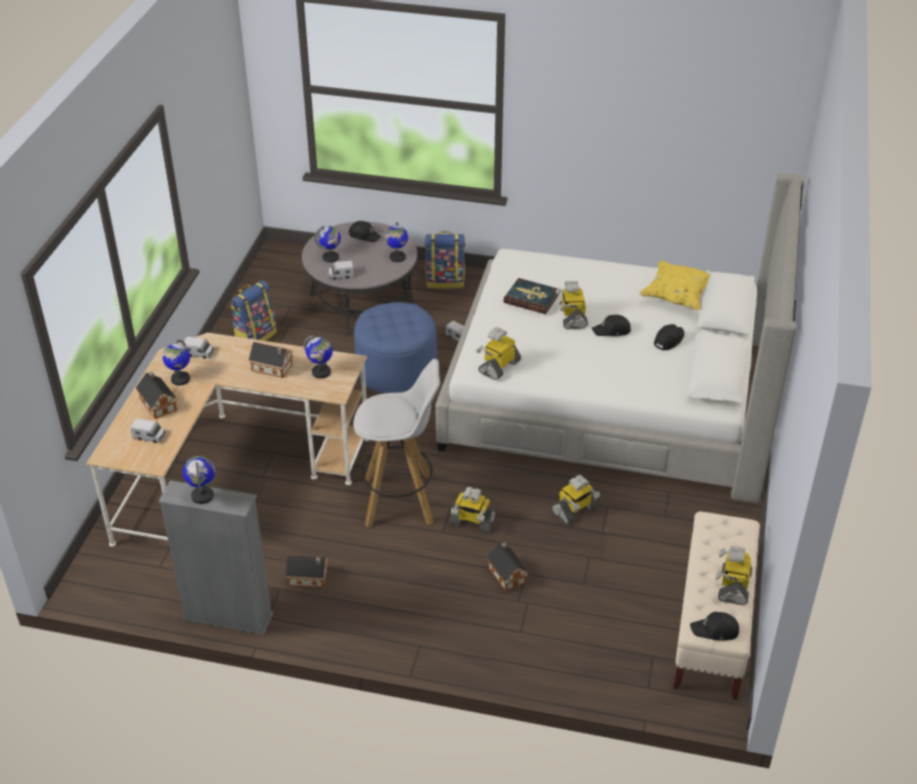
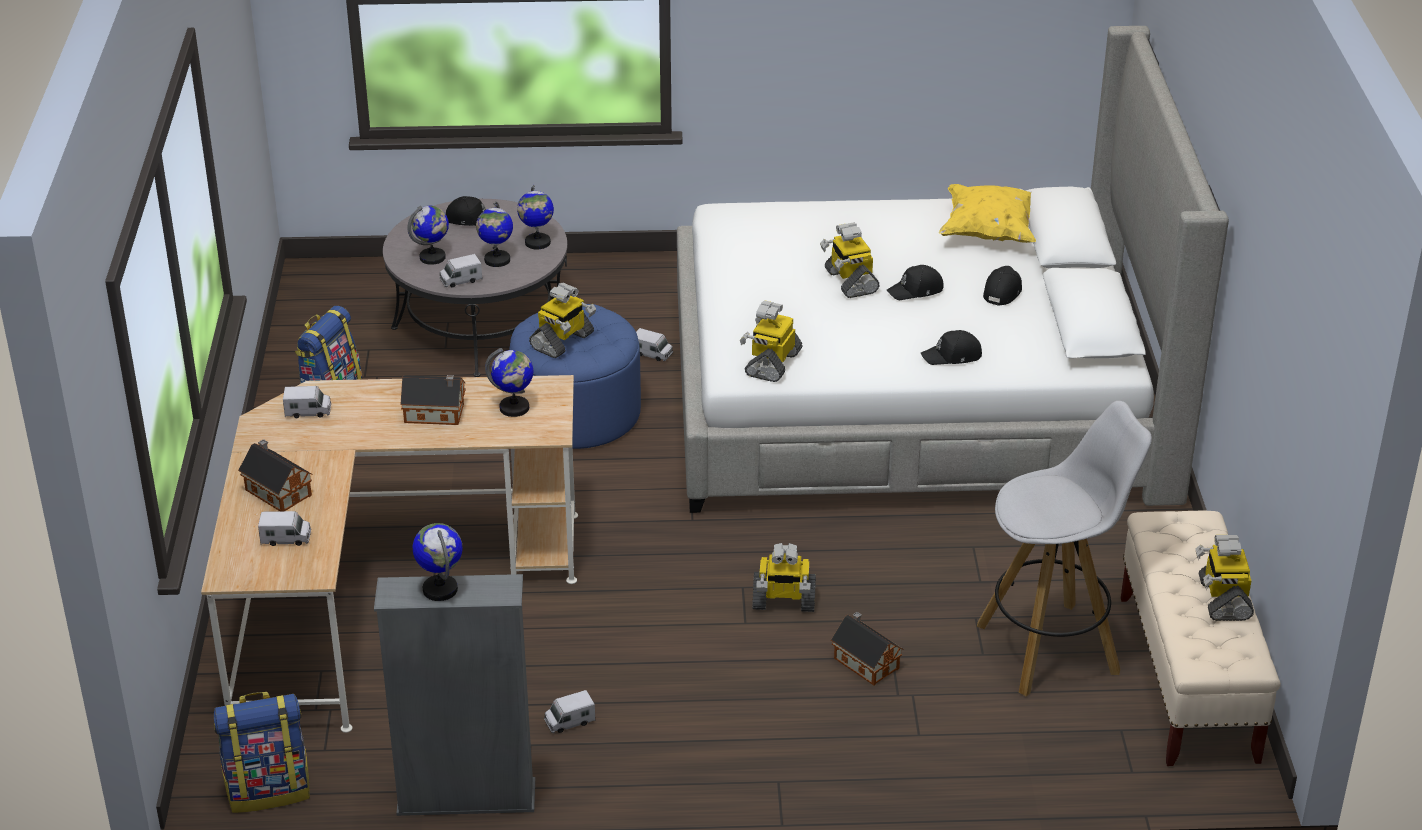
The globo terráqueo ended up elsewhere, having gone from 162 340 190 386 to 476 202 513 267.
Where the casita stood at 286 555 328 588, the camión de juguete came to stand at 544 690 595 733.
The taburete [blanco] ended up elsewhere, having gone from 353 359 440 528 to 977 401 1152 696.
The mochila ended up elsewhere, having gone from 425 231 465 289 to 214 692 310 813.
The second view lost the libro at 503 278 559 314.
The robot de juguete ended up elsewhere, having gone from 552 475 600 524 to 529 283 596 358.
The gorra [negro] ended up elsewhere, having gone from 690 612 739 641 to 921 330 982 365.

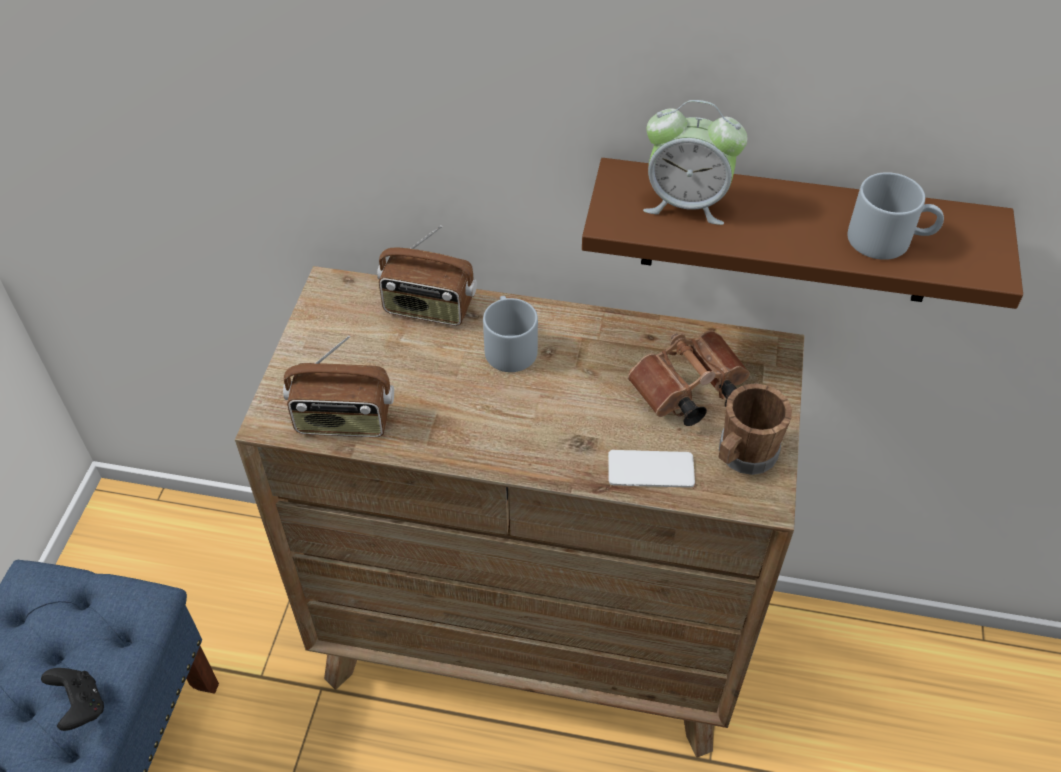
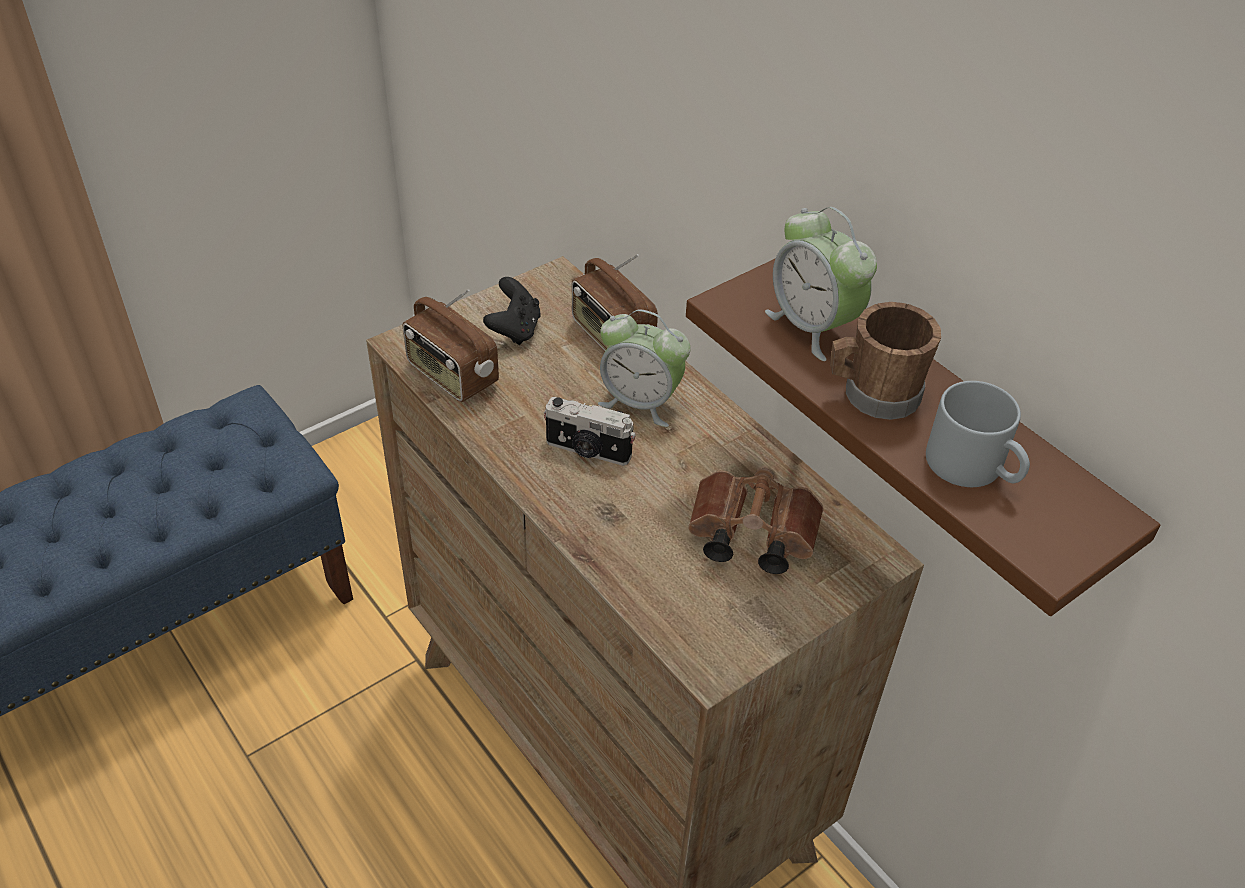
The mando de consola [negro] ended up elsewhere, having gone from 41 668 104 731 to 483 277 541 345.
Where the taza grande [gris] stood at 483 296 538 372, the despertador came to stand at 598 309 690 427.
The second view lost the móvil at 608 450 695 488.
The taza grande [marrón] ended up elsewhere, having gone from 718 383 792 475 to 830 302 941 420.
The second view gained the cámara at 544 397 636 466.

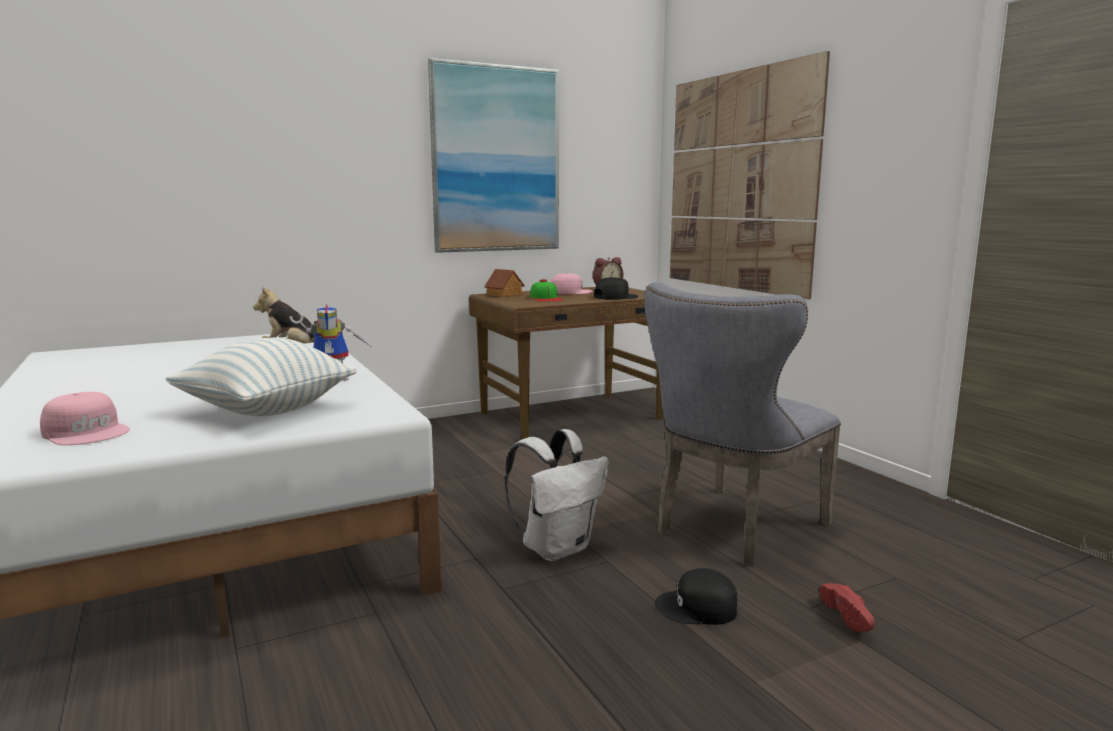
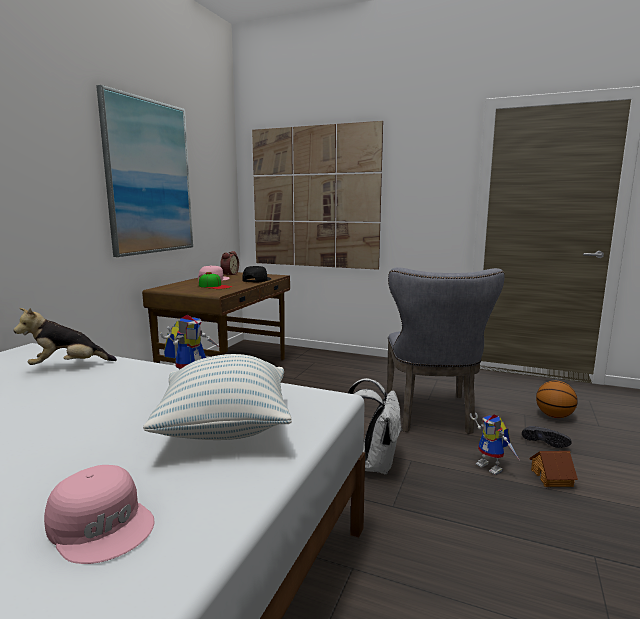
The gorra [rosa] at 40 392 130 445 ended up facing another way, 45 degrees clockwise from before.
The casita ended up elsewhere, having gone from 484 269 525 297 to 529 451 578 487.
Where the gorra [negro] stood at 655 568 737 625, the robot de juguete came to stand at 470 413 520 475.
What was the zapato [rojo] at 819 583 875 632 turned into the zapato [negro] at 522 426 572 448.
The second view gained the balón de baloncesto at 536 381 578 418.

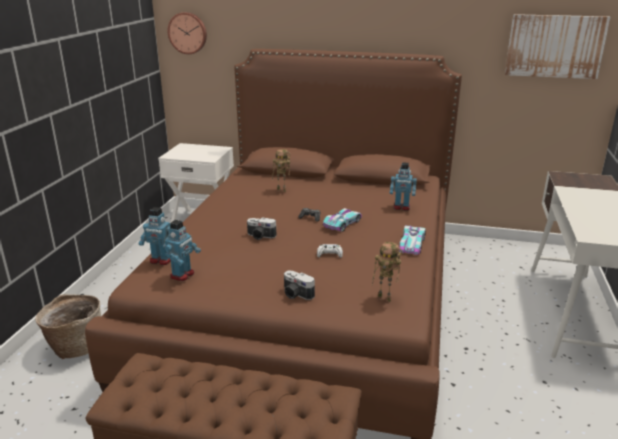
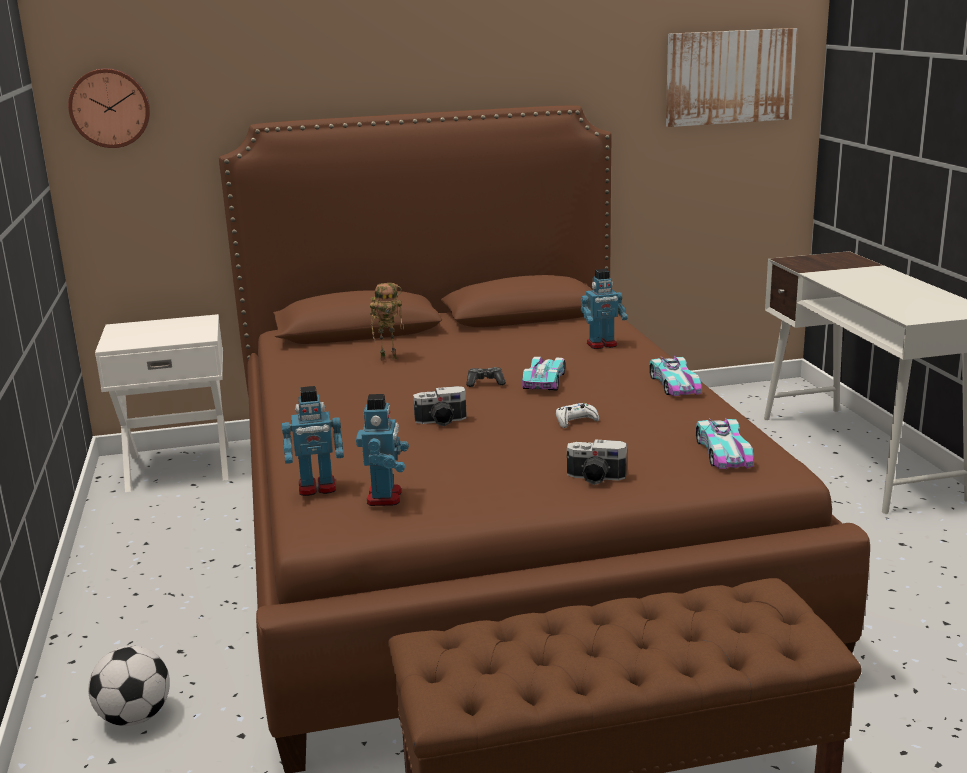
Where the cesta stood at 36 294 101 359, the balón de fútbol came to stand at 88 646 170 726.
Where the robot de juguete stood at 372 242 402 302, the coche de juguete came to stand at 696 417 754 469.

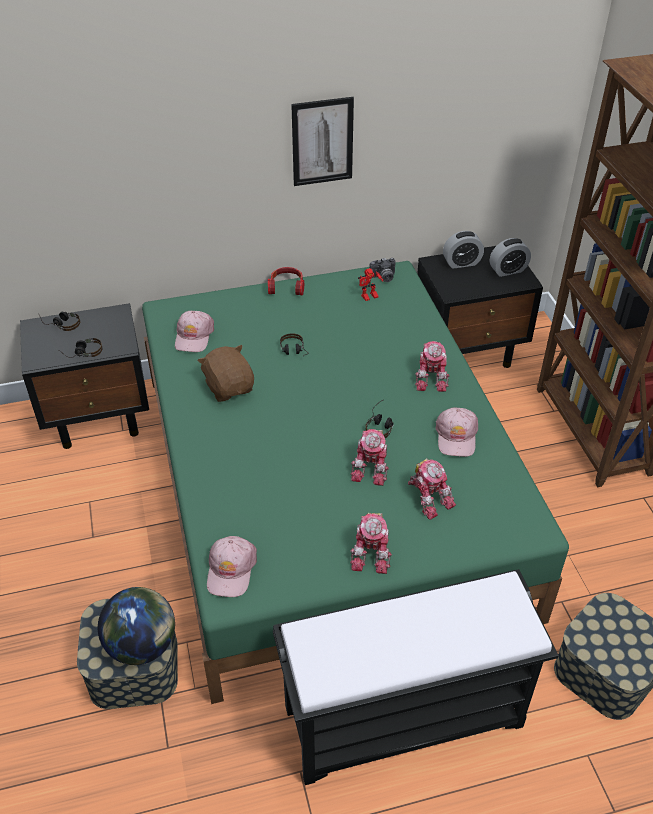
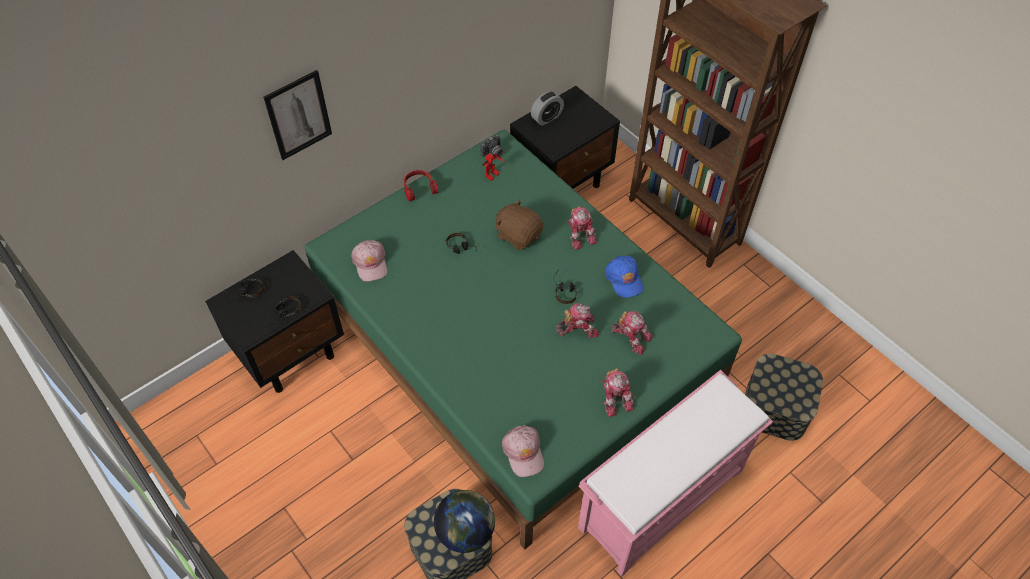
The peluche [marrón] ended up elsewhere, having gone from 198 345 254 402 to 496 199 543 250.
What was the banco [negro] at 273 569 559 785 turned into the banco [rosa] at 578 370 773 577.
The cuadro ended up elsewhere, having gone from 291 97 354 186 to 263 70 332 160.
The robot de juguete at 350 429 389 486 ended up facing another way, 90 degrees counterclockwise from before.
What was the gorra [rosa] at 435 407 478 457 turned into the gorra [azul] at 605 256 643 298.
The second view lost the despertador at 490 238 531 277.

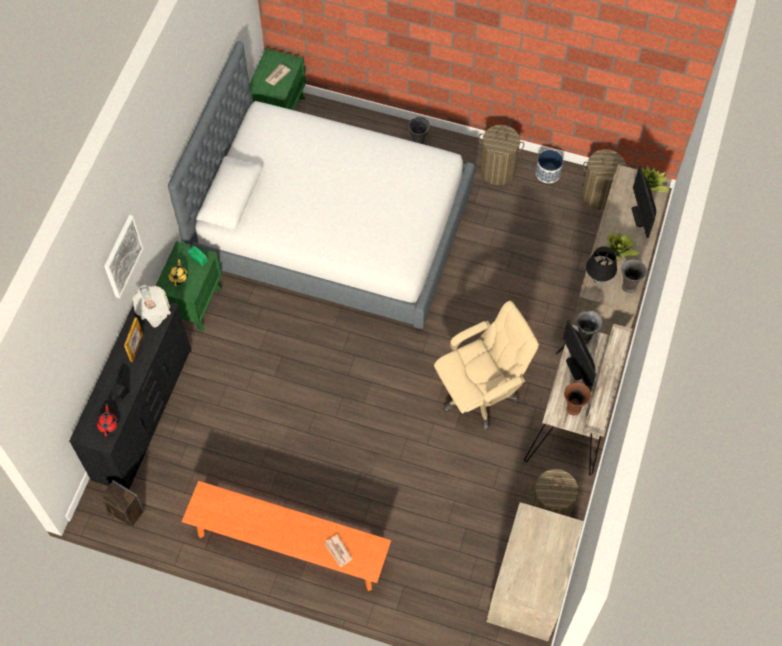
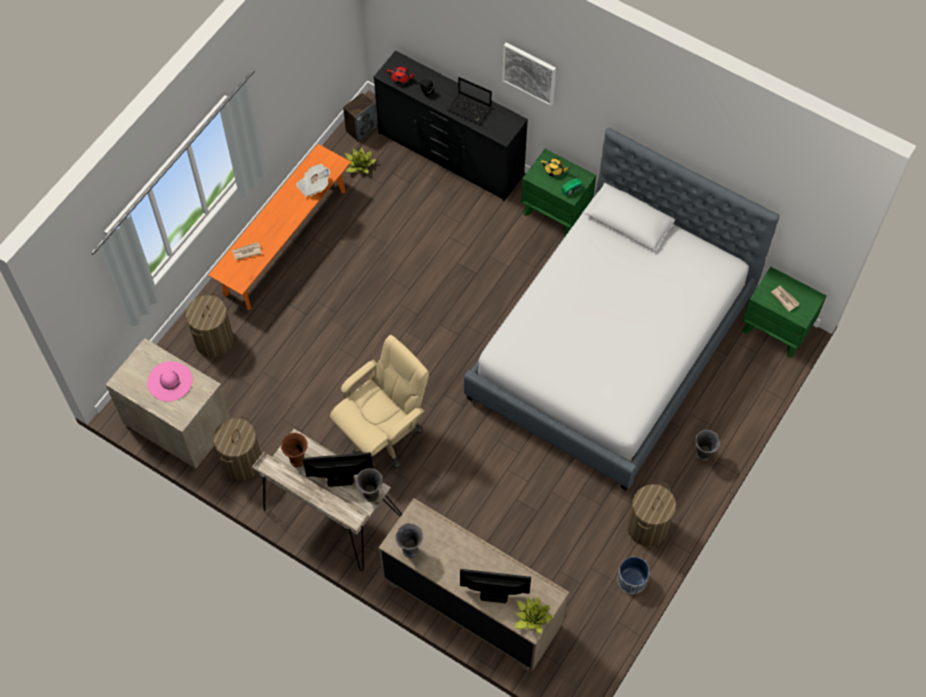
Where the portarretratos stood at 124 317 143 362, the portátil came to stand at 447 77 492 125.
The periódico ended up elsewhere, having gone from 133 285 171 327 to 296 164 331 198.
The silla de oficina [beis] at 434 300 539 430 ended up facing another way, 120 degrees counterclockwise from before.
The cesto de la ropa ended up elsewhere, having gone from 581 149 630 210 to 186 293 234 357.
The second view lost the lámpara de mesa [negro] at 586 246 617 284.
The planta en maceta ended up elsewhere, having gone from 606 231 640 261 to 345 147 377 173.
The second view gained the sombrero [rosa] at 147 361 192 402.

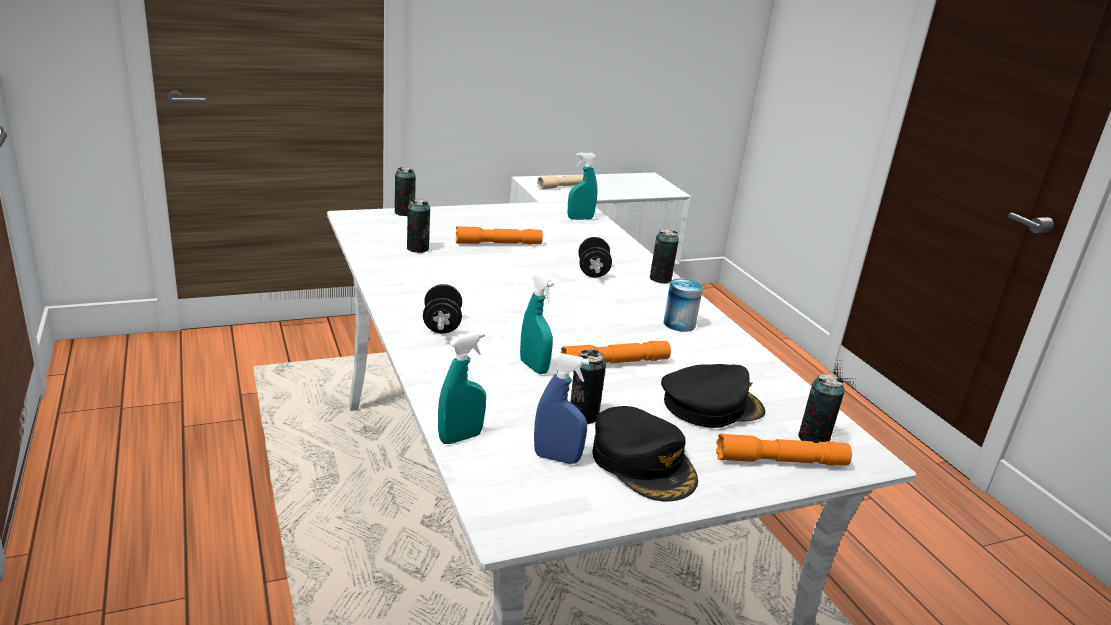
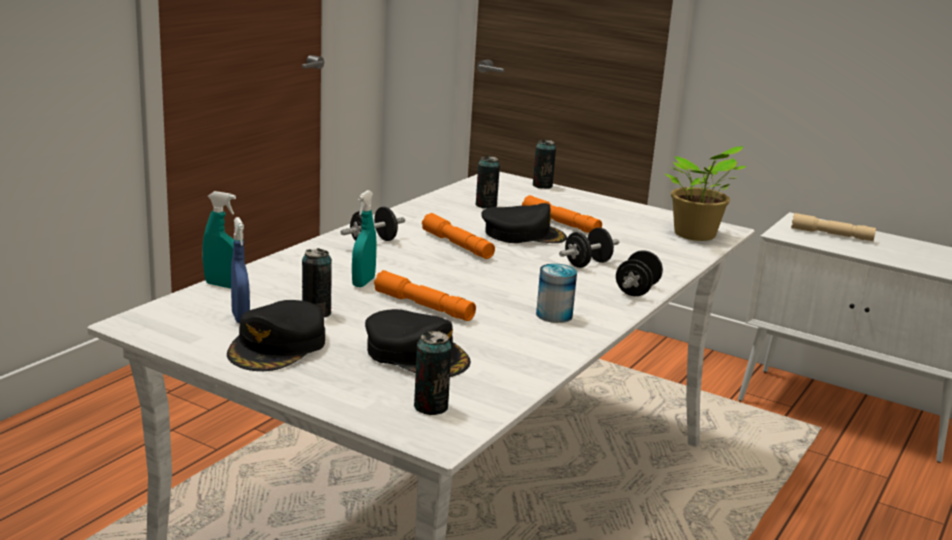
Where the pulverizador [turquesa] stood at 568 153 598 220, the planta en maceta came to stand at 665 146 747 241.
Where the lata stood at 650 229 679 283, the mancuerna [negro] came to stand at 616 250 663 296.
The linterna [naranja] ended up elsewhere, having gone from 716 434 852 466 to 422 213 495 259.
The second view gained the gorra [negro] at 481 203 567 243.

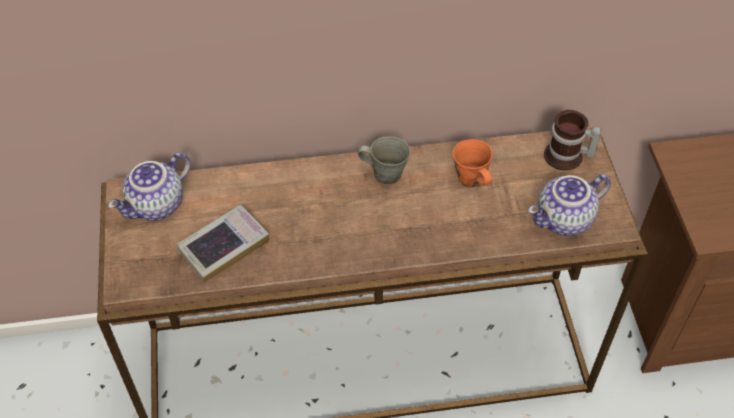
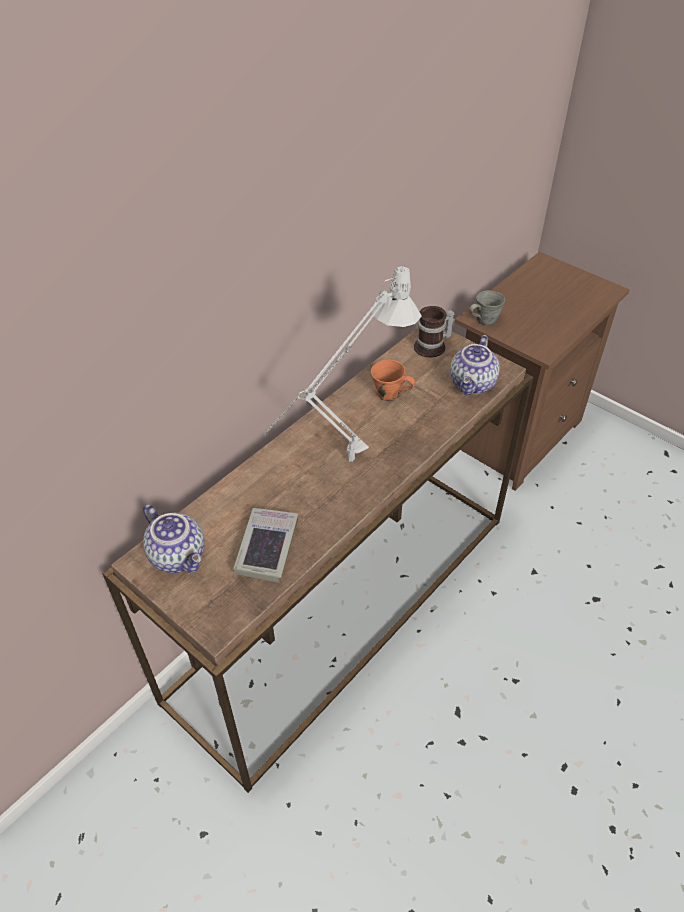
The tetera at 108 153 191 221 ended up facing another way, 45 degrees counterclockwise from before.
The taza grande [gris] ended up elsewhere, having gone from 358 136 410 184 to 469 291 505 326.
The second view gained the lámpara de mesa [gris] at 264 267 422 462.

